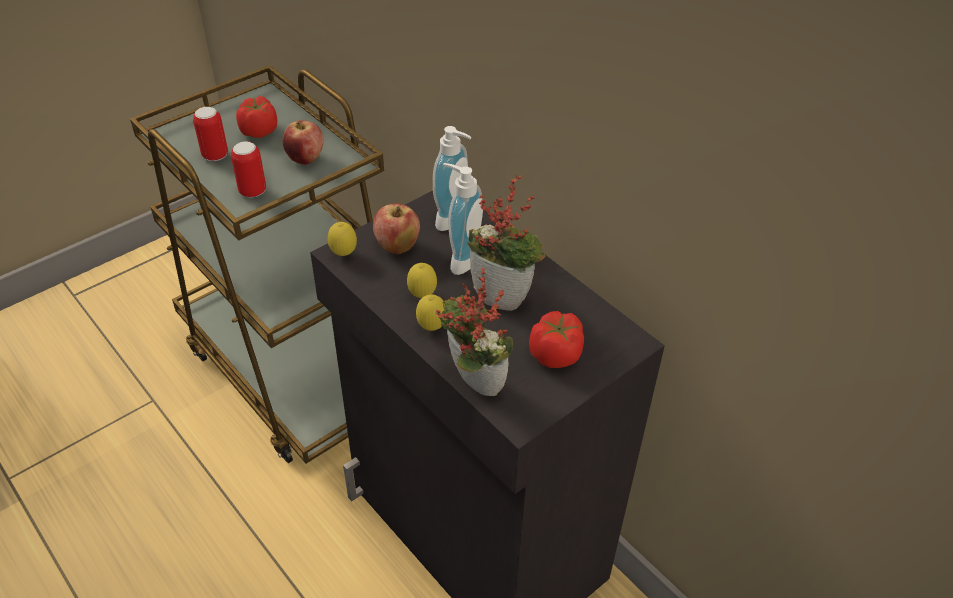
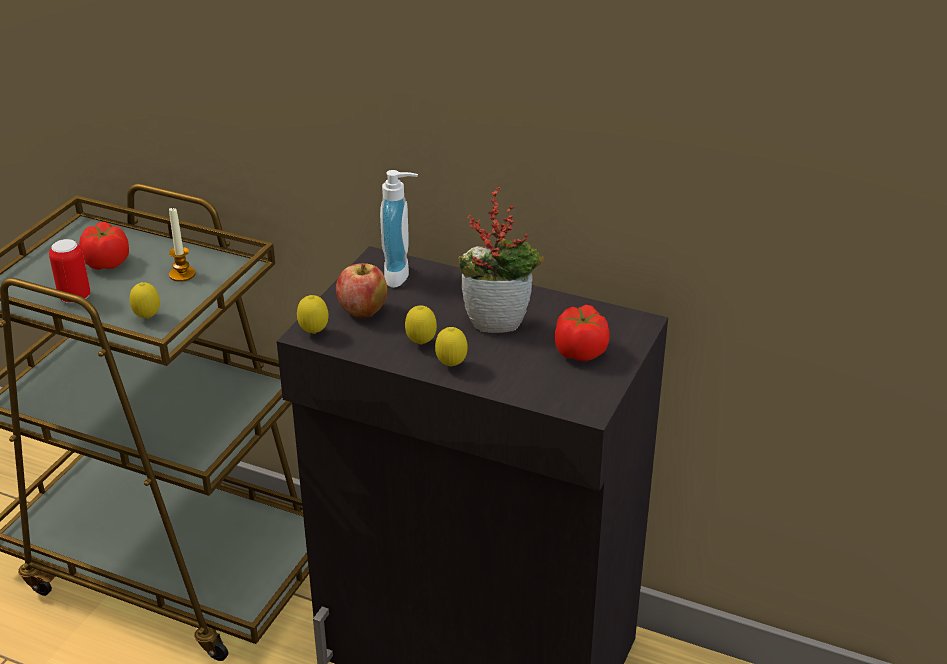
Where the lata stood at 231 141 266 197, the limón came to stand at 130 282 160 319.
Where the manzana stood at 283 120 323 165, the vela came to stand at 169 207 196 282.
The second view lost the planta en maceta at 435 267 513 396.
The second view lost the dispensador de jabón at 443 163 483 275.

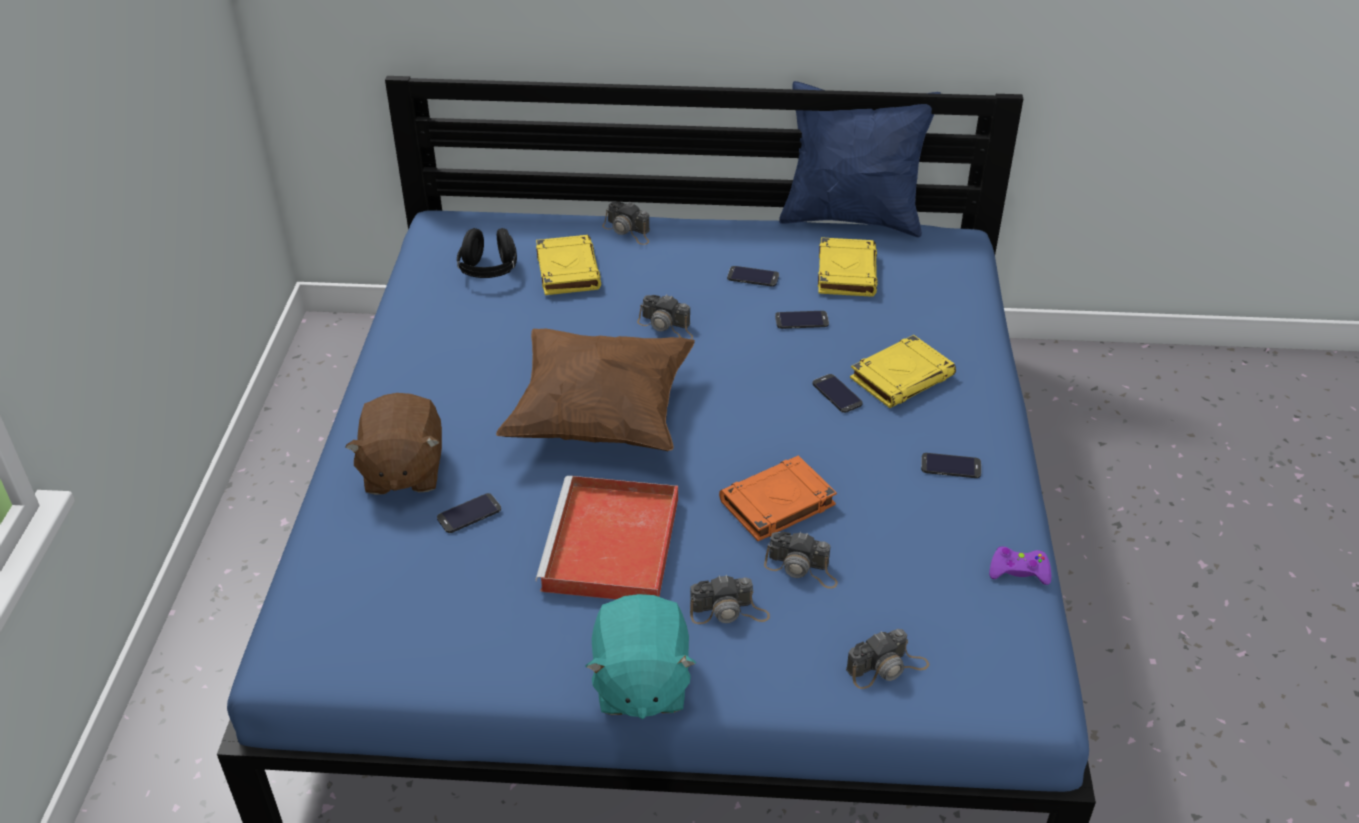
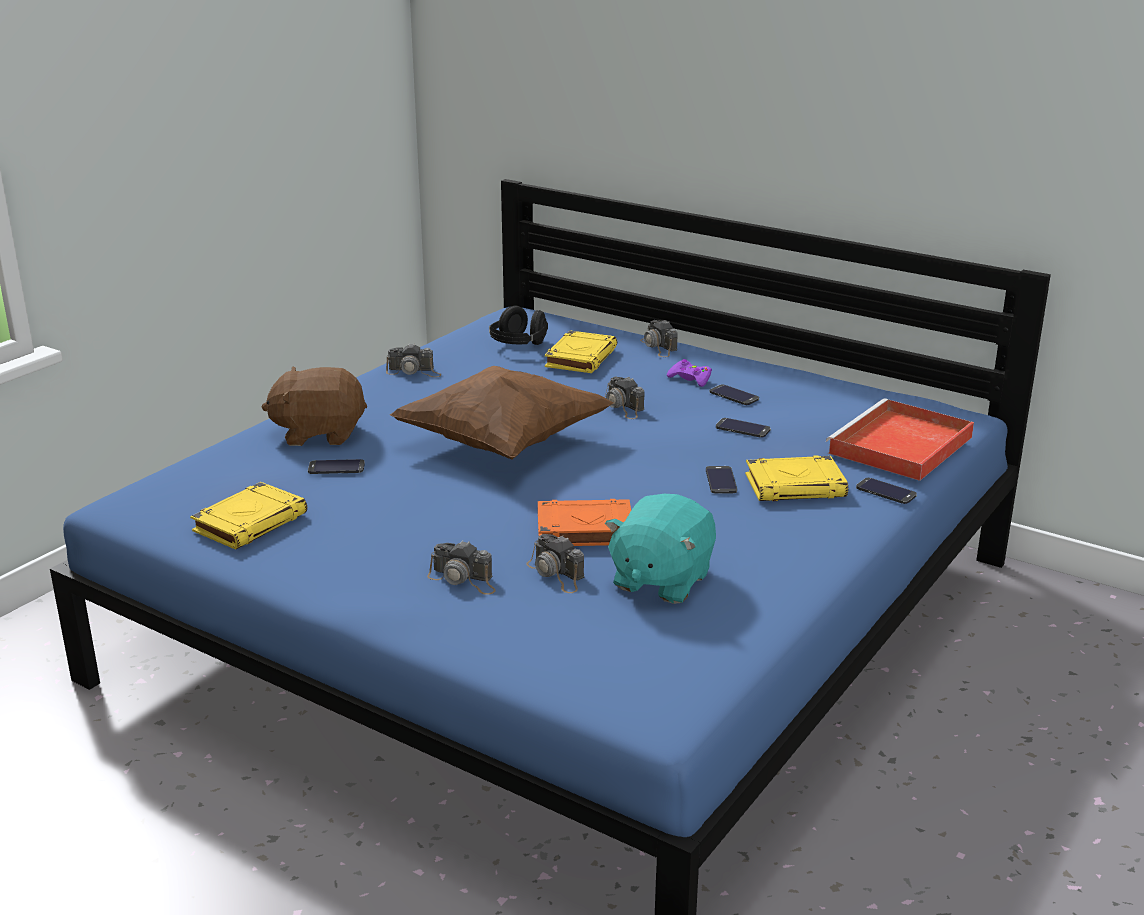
The peluche [marrón] at 345 393 442 495 ended up facing another way, 60 degrees clockwise from before.
The bandeja [rojo] ended up elsewhere, having gone from 535 476 678 599 to 826 399 974 481.
The peluche [turquesa] ended up elsewhere, having gone from 585 594 696 719 to 605 494 716 604.
The second view lost the cojín [azul] at 779 81 941 237.
The libro [amarillo] ended up elsewhere, having gone from 818 237 877 297 to 190 482 307 549.
The cámara ended up elsewhere, having gone from 846 629 929 689 to 386 343 441 377.
The móvil ended up elsewhere, having gone from 921 453 981 478 to 856 478 917 504.
The mando de consola [morado] ended up elsewhere, having gone from 989 547 1051 585 to 667 359 712 387.

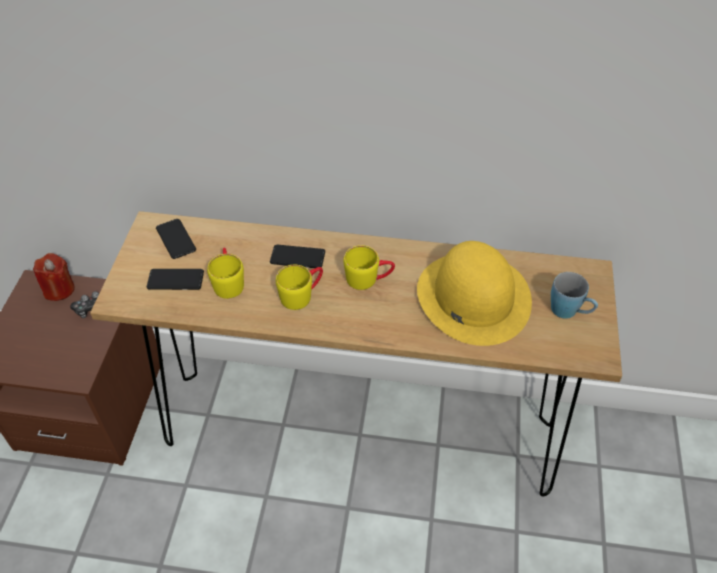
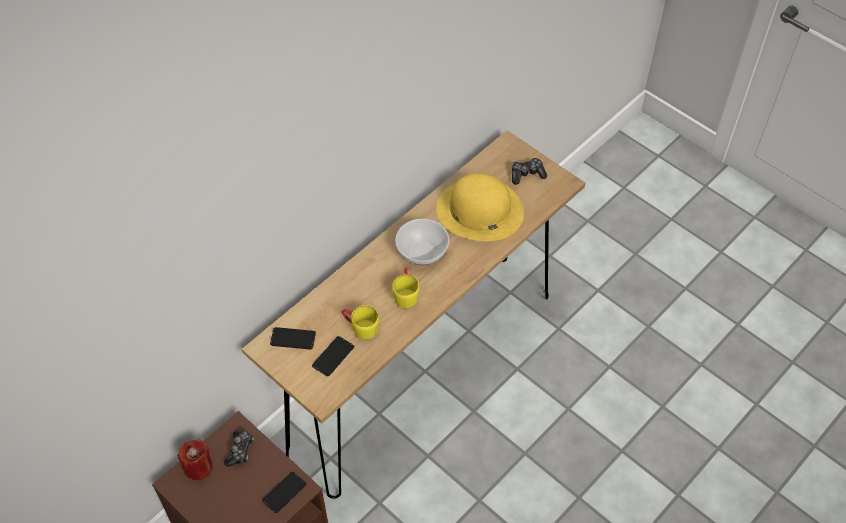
The móvil ended up elsewhere, having gone from 270 245 325 268 to 262 472 306 513.
Where the taza grande [amarillo] stood at 343 245 395 290, the cuenco came to stand at 395 219 449 265.
Where the taza grande [azul] stood at 551 272 598 318, the mando de consola came to stand at 512 158 547 185.

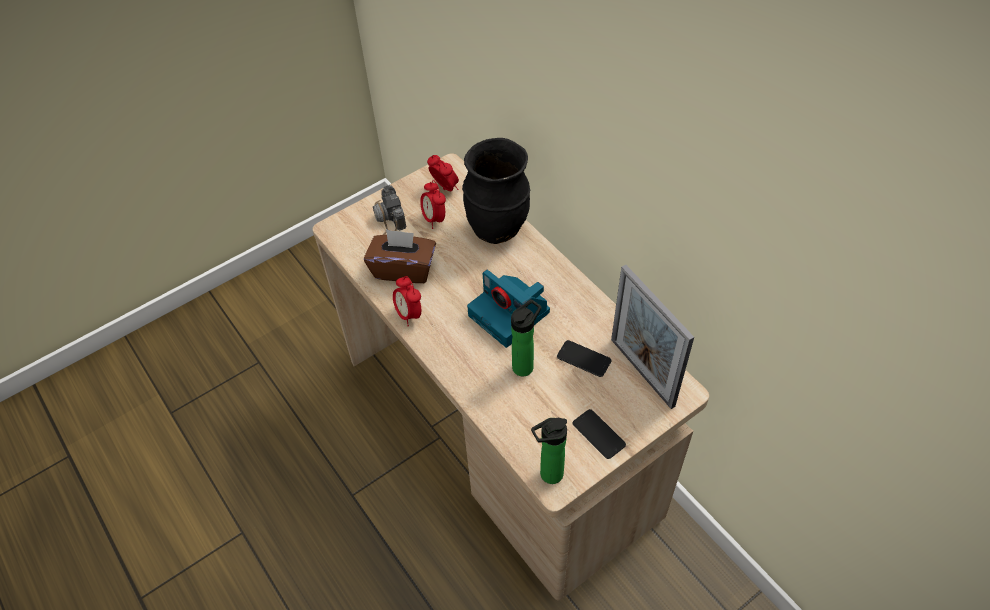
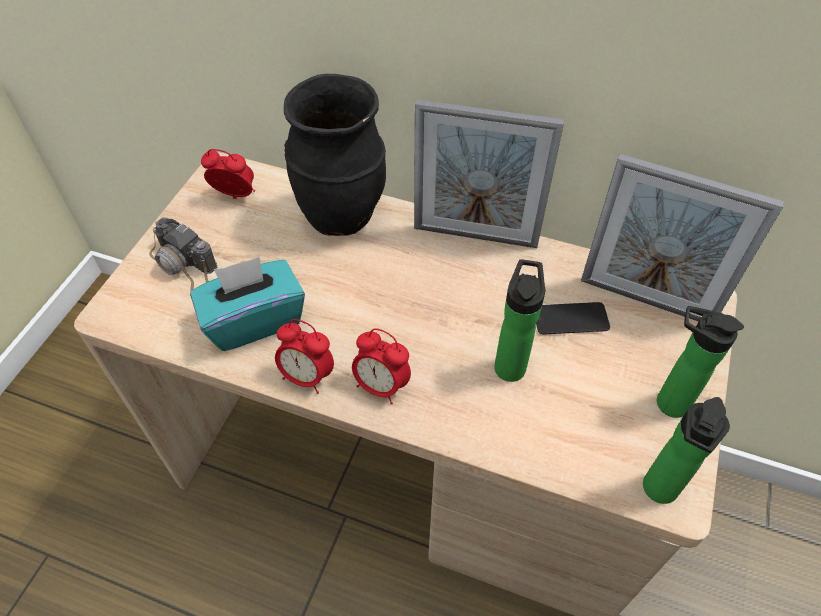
What was the caja de pañuelos [marrón] at 364 229 436 283 turned into the caja de pañuelos [turquesa] at 190 257 305 351.
The despertador ended up elsewhere, having gone from 420 180 446 229 to 352 328 411 405.
The second view lost the cámara at 467 270 550 348.
Where the móvil stood at 573 409 626 459, the botella came to stand at 657 306 744 418.
The second view gained the portarretratos at 414 100 564 248.

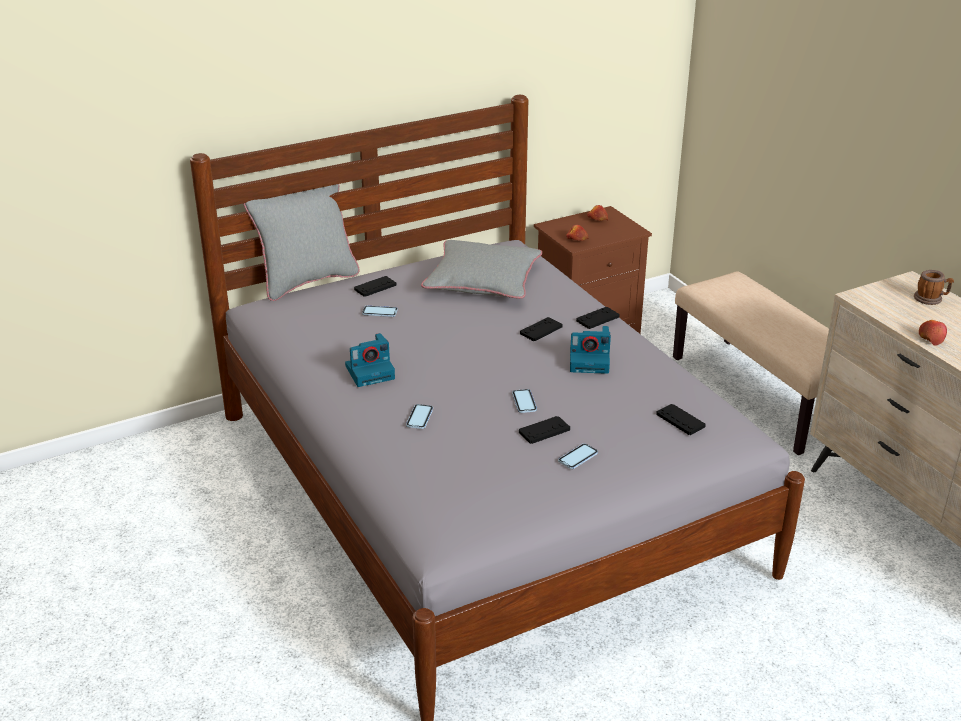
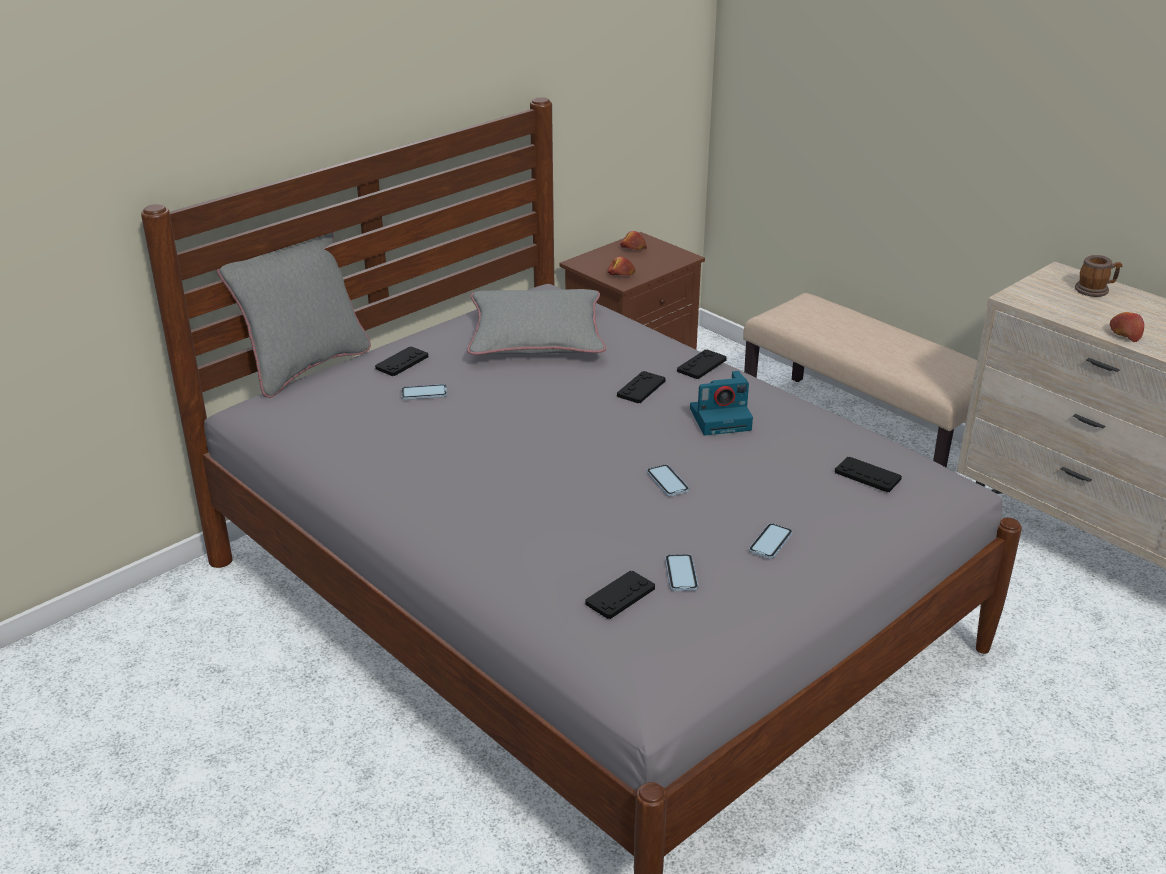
The second view lost the cámara at 345 333 395 387.
The móvil ended up elsewhere, having gone from 406 404 433 429 to 665 554 698 591.
The mando de consola [negro] ended up elsewhere, having gone from 519 416 570 444 to 586 571 655 619.

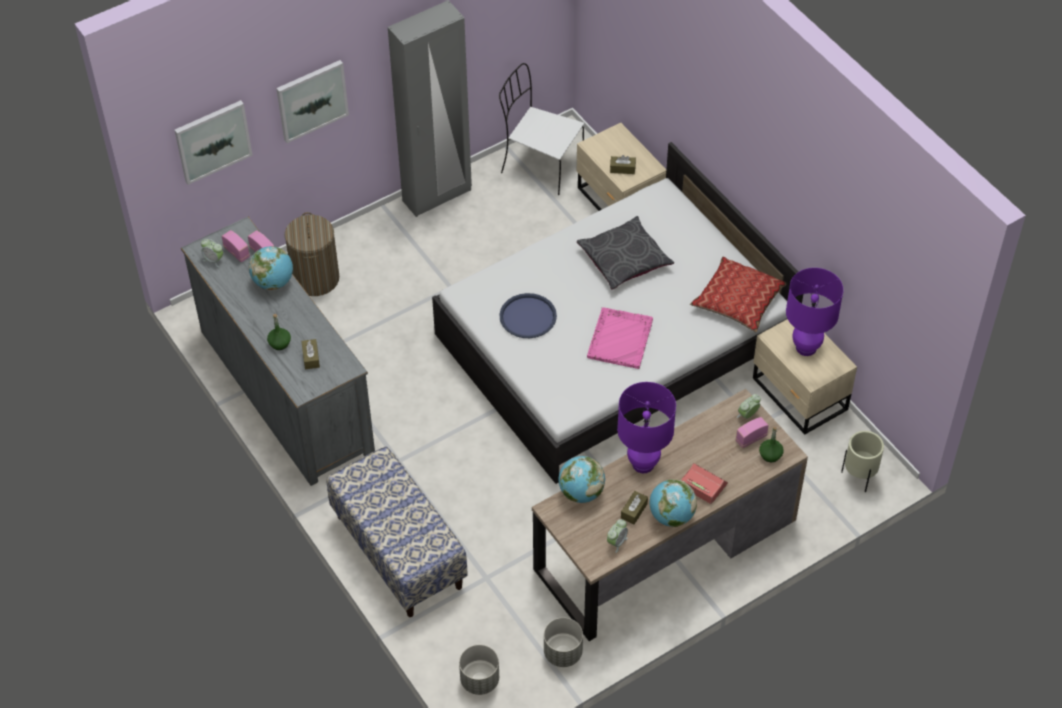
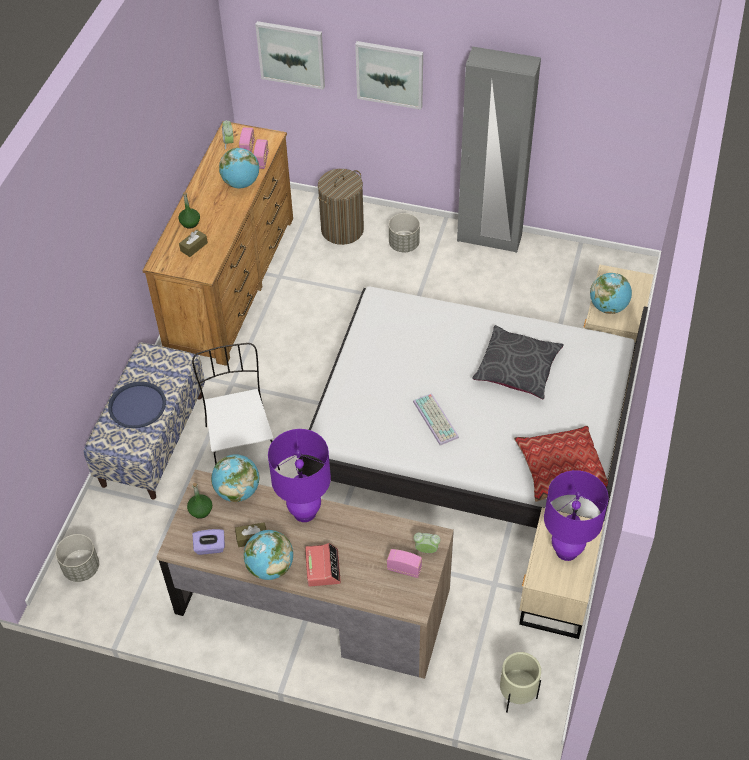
What was the cómoda [gris] at 181 217 375 486 turned into the cómoda [marrón] at 142 122 293 366.
The silla [blanco] ended up elsewhere, having gone from 499 63 584 195 to 192 343 280 470.
The bandeja [azul] ended up elsewhere, having gone from 499 293 557 338 to 108 381 166 428.
The maceta [gris] ended up elsewhere, having gone from 544 617 583 667 to 389 213 420 252.
Where the bandeja [rosa] stood at 587 307 653 369, the teclado came to stand at 413 393 459 446.
Where the despertador stood at 607 519 628 553, the caja de pañuelos [morado] came to stand at 192 529 225 555.
Where the caja de pañuelos [marrón] stood at 610 155 636 174, the globo terráqueo came to stand at 590 273 632 314.
The botella [verde] ended up elsewhere, having gone from 759 427 784 462 to 187 483 212 519.

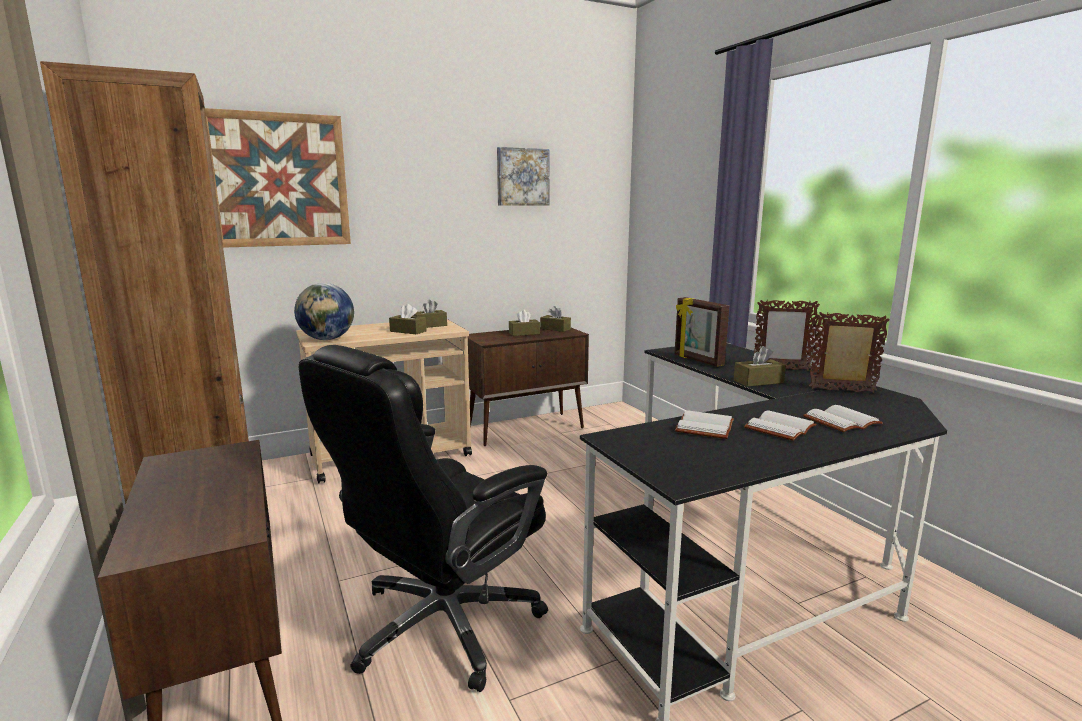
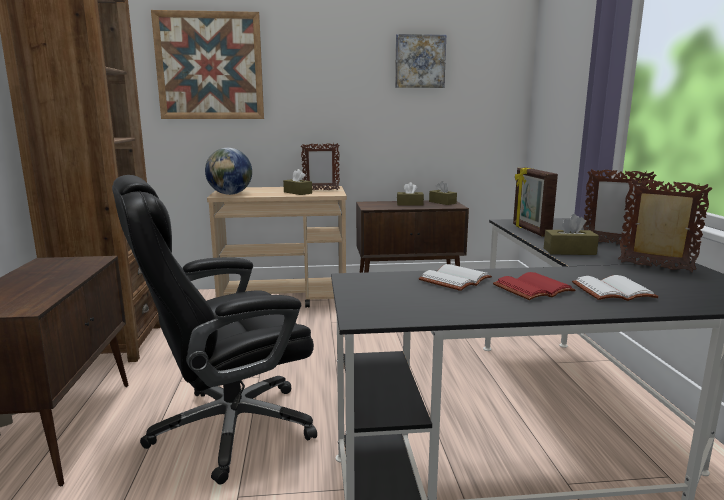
Where the caja de pañuelos [marrón] stood at 413 300 447 328, the portarretratos came to stand at 301 143 340 190.
What was the libro [blanco] at 744 411 817 441 turned into the libro [rojo] at 493 272 576 300.

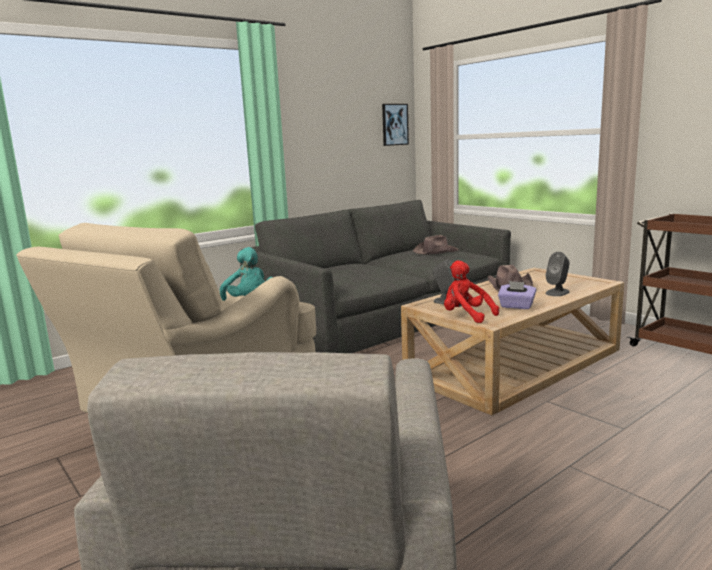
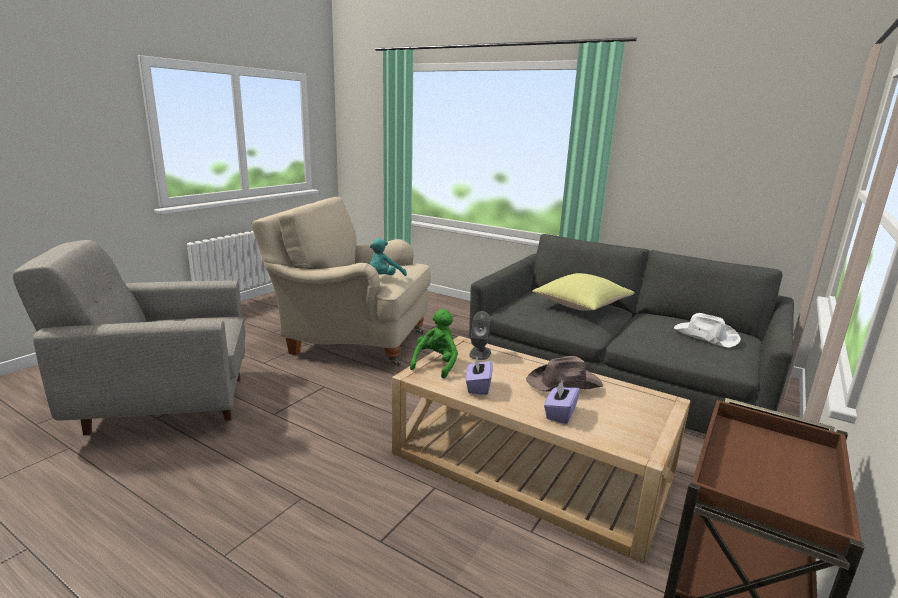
The second view lost the cuadro at 382 104 409 146.
What was the sombrero [marrón] at 413 235 459 255 turned into the sombrero [blanco] at 674 313 741 348.
What was the peluche [rojo] at 444 260 499 323 turned into the peluche [verde] at 410 309 458 379.
Where the altavoz [gris] stood at 545 252 570 296, the caja de pañuelos [morado] came to stand at 544 381 580 424.
The second view gained the cojín [amarillo] at 532 273 635 311.

